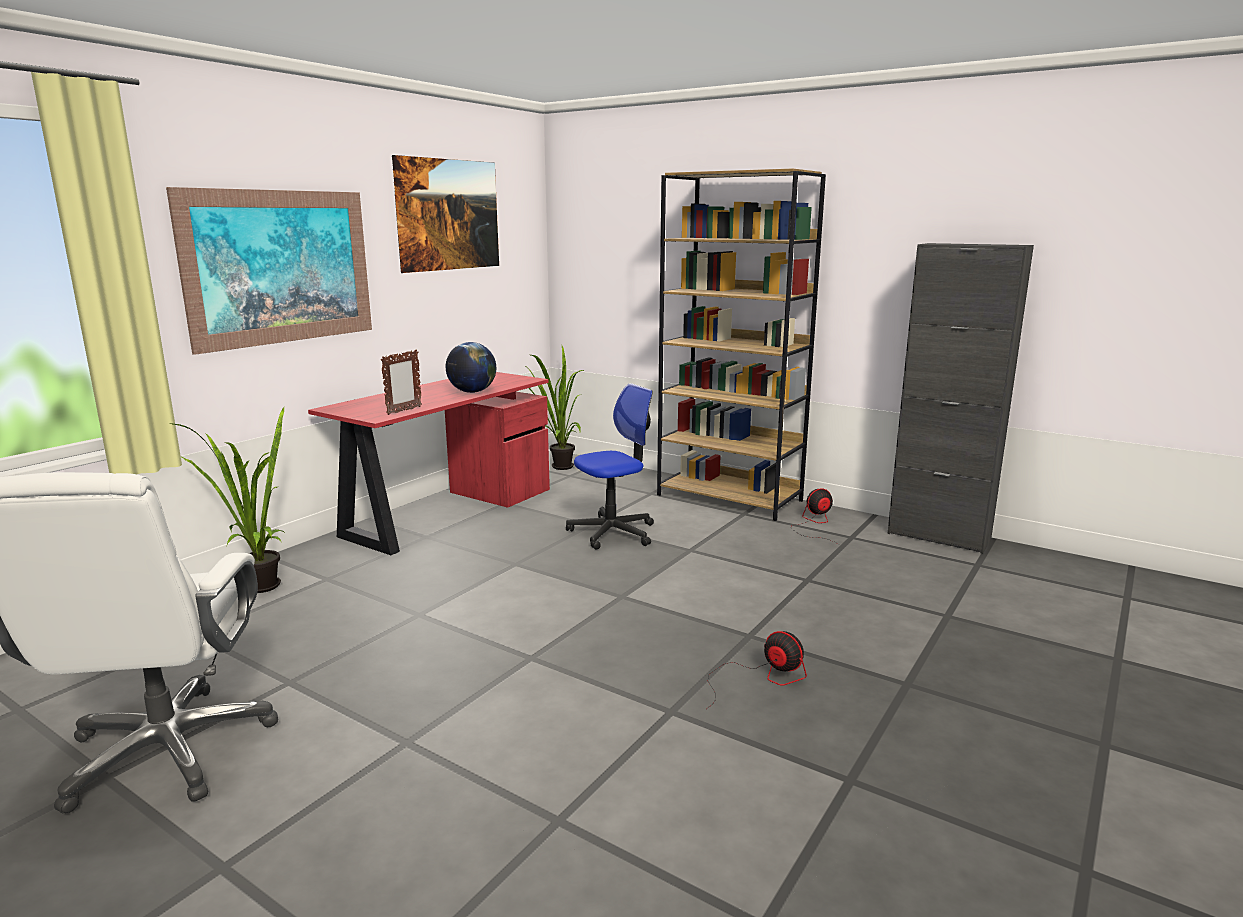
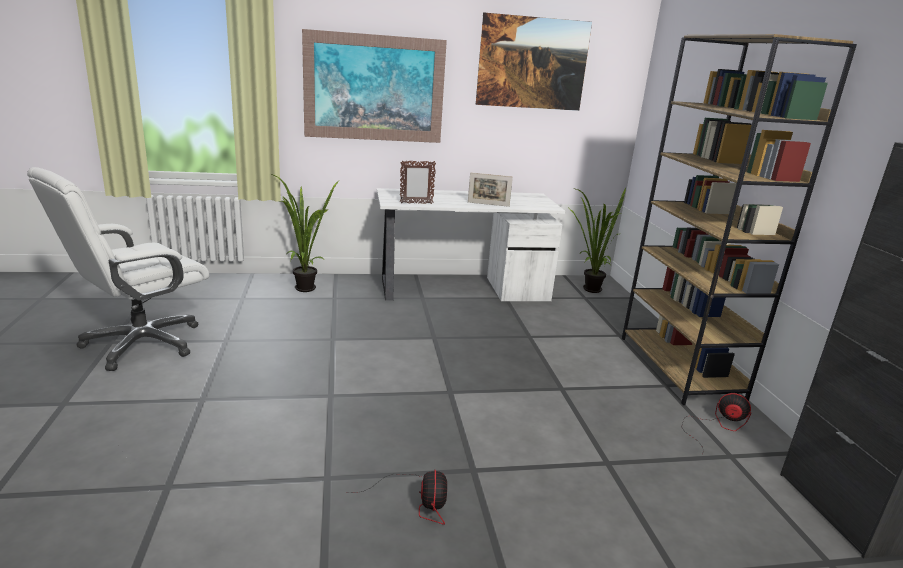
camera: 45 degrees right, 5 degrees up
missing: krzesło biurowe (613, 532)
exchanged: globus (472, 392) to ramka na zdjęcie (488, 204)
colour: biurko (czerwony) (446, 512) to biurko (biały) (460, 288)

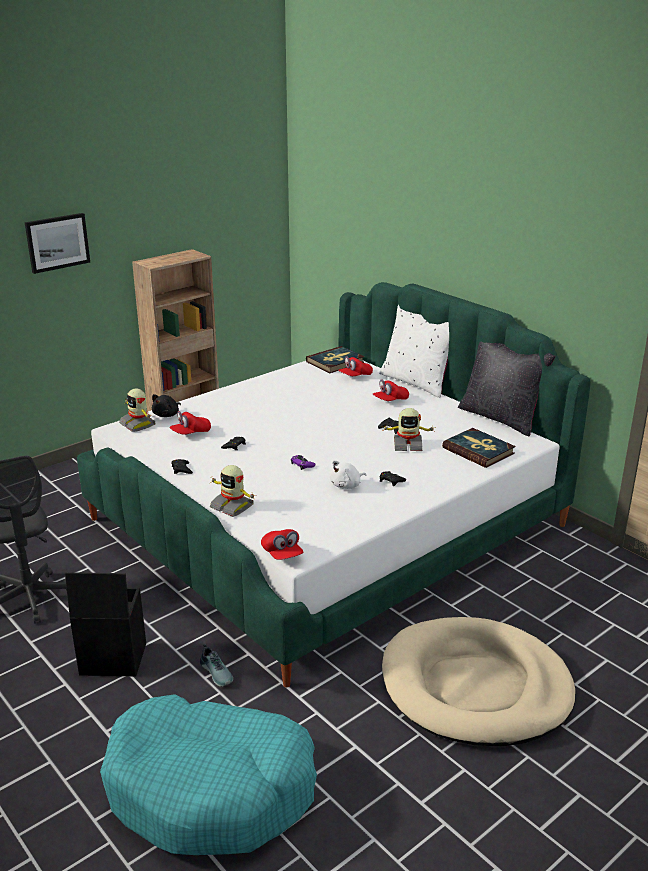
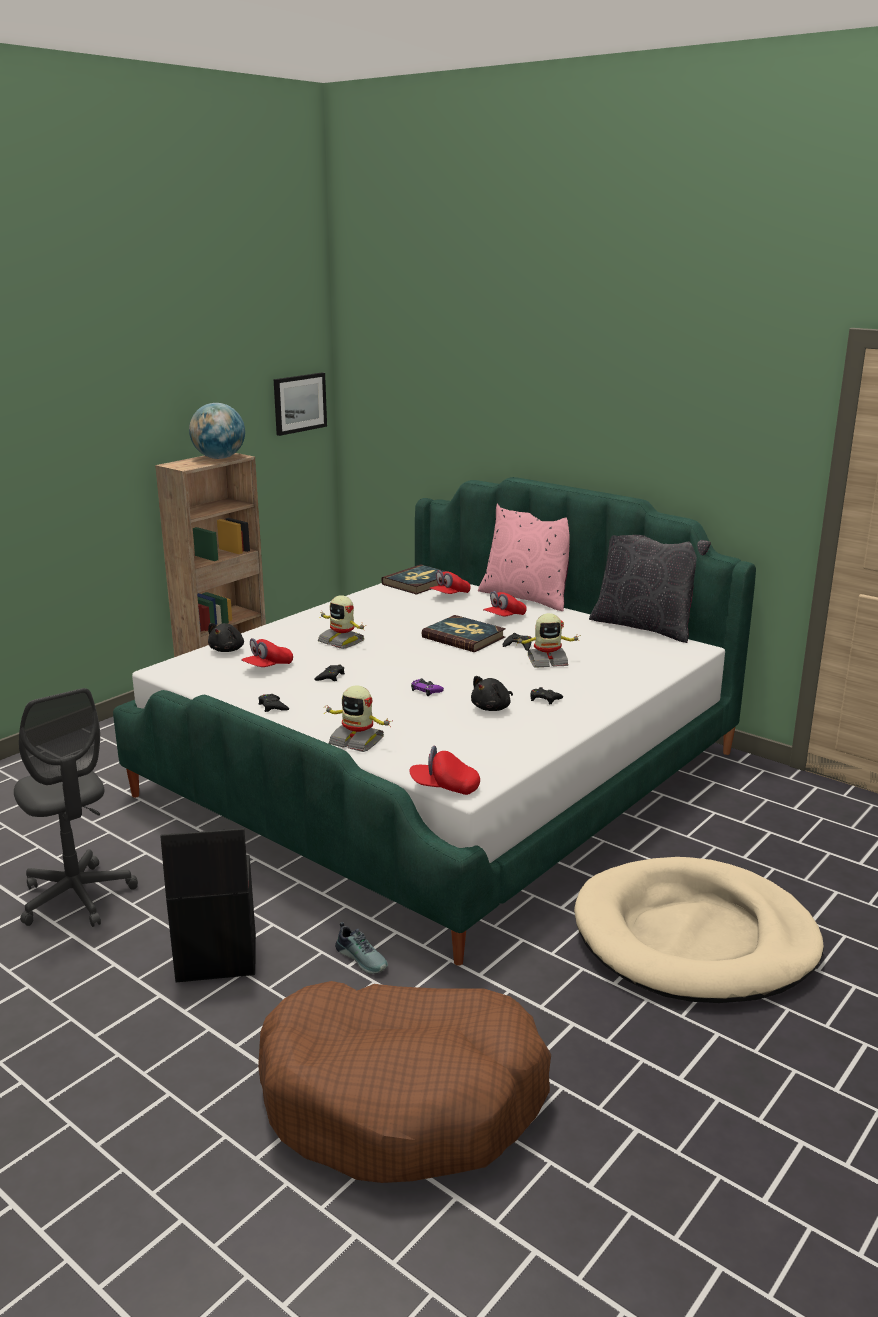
camera: 10 degrees left, 5 degrees down
appeared: globus (219, 458)
relocated: obraz (57, 242) to (299, 403); robot zabawkowy (138, 424) to (342, 641); książka (478, 450) to (464, 637)
colour: poduszka (biały) (417, 382) to poduszka (różowy) (527, 597); pluszak (biały) (347, 485) to pluszak (czarny) (492, 708); legowisko (turkusowy) (211, 789) to legowisko (brązowy) (403, 1099)
spun: czapka z daszkiem (czerwony) (282, 554) = (444, 787) 135 degrees clockwise

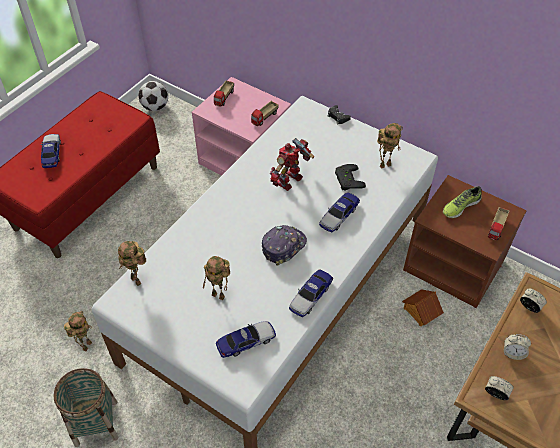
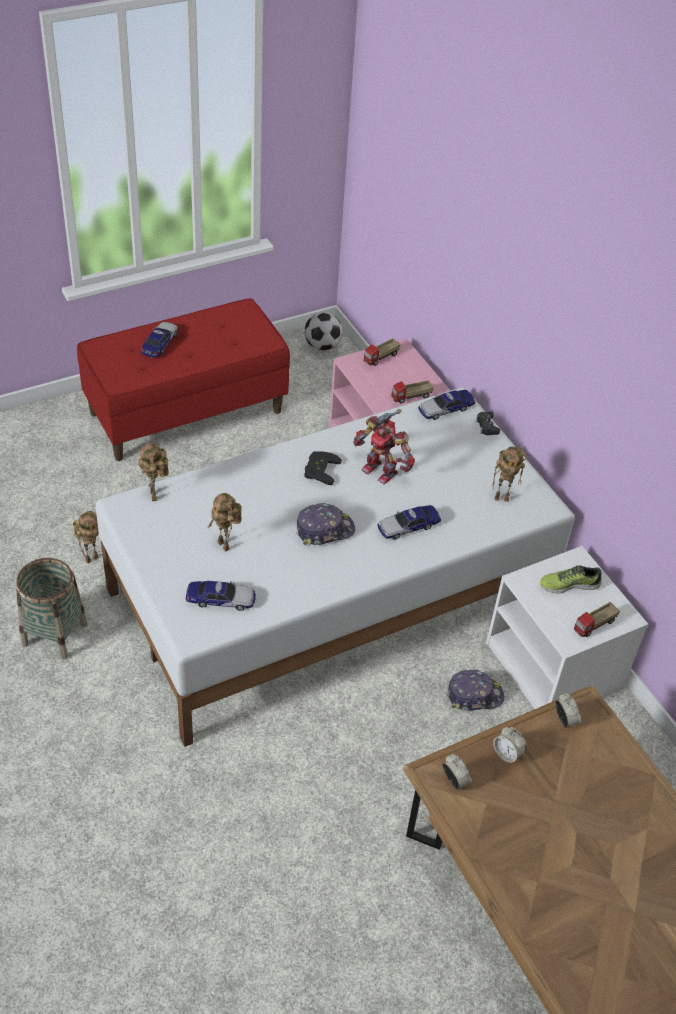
camera: 25 degrees right, 5 degrees down
relocated: pad do gier (czarny) (347, 179) to (319, 469); samochodzik (311, 296) to (446, 409)
exchanged: domek (420, 311) to czapka z daszkiem (474, 695)
colour: szafka nocna (brązowy) (455, 265) to szafka nocna (biały) (555, 667)
spun: robot zabawkowy (290, 181) = (381, 470) 120 degrees counterclockwise

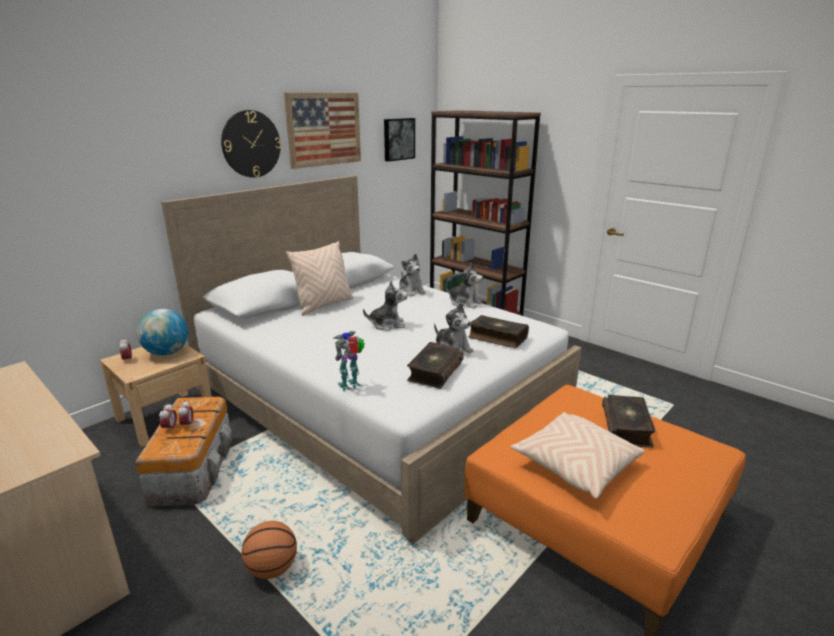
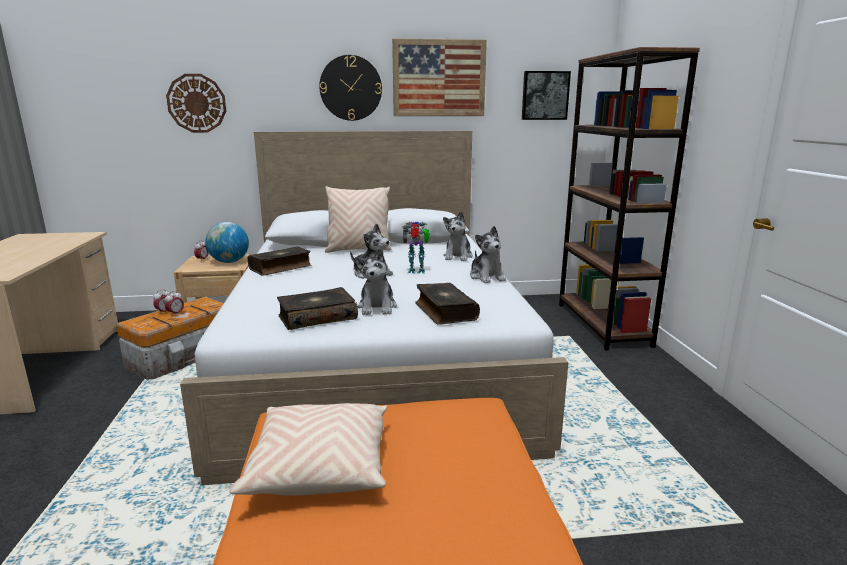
camera: 40 degrees right, 5 degrees down
missing: piłka do koszykówki (272, 568)
appeared: zegar ścienny (196, 103)
relocated: robot zabawkowy (351, 386) to (417, 272); książka (627, 427) to (281, 268)

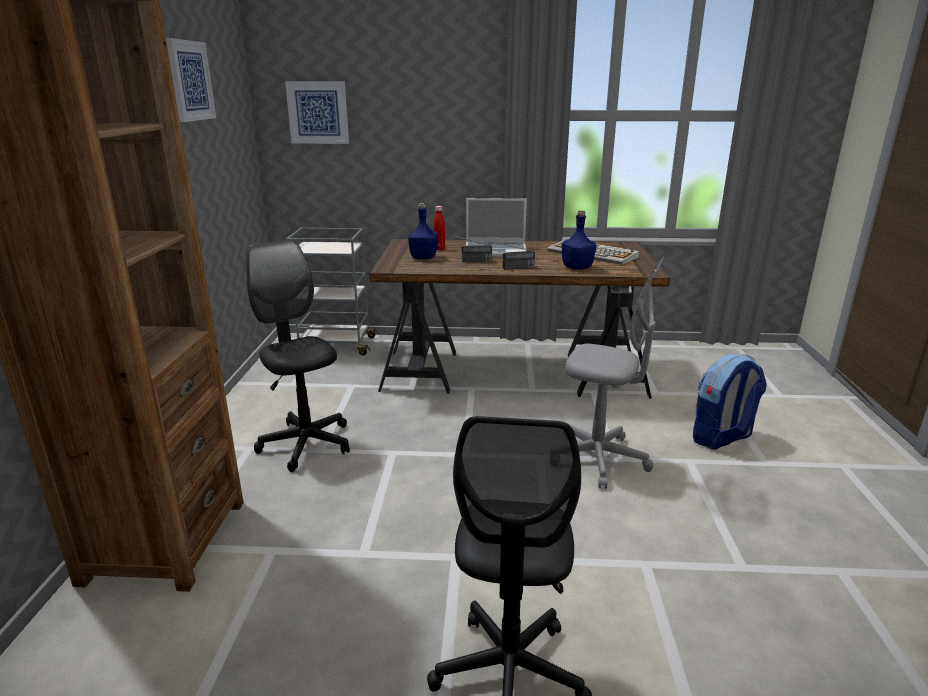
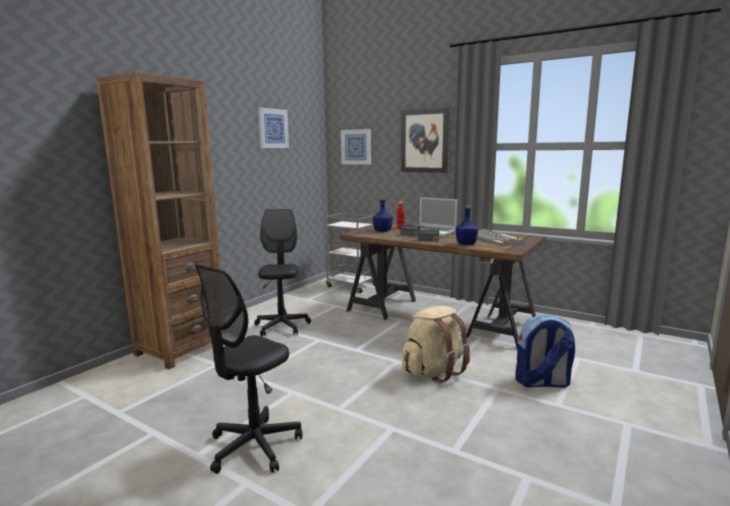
camera: 30 degrees right, 10 degrees down
appeared: obraz (424, 141)
exchanged: krzesło biurowe (szary) (598, 459) to plecak (beżowy) (434, 371)

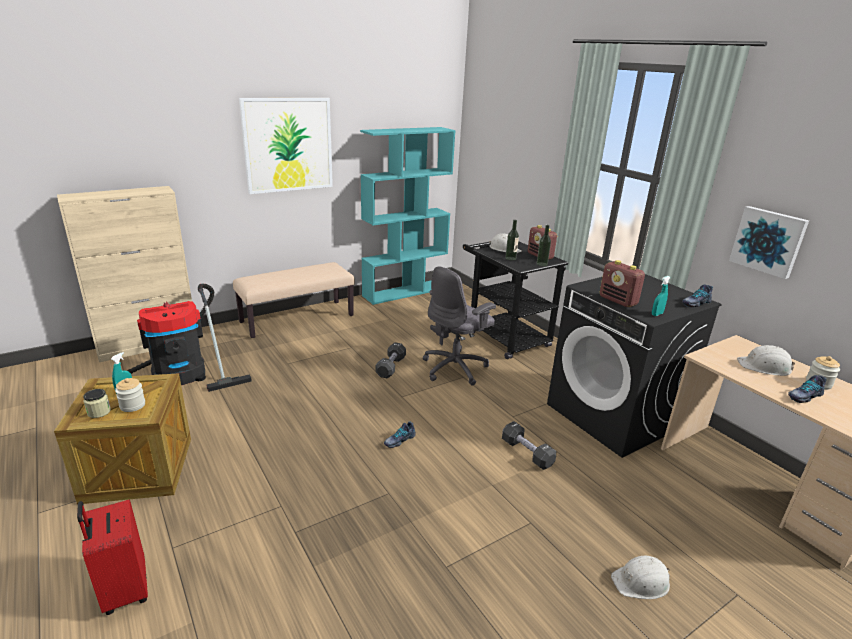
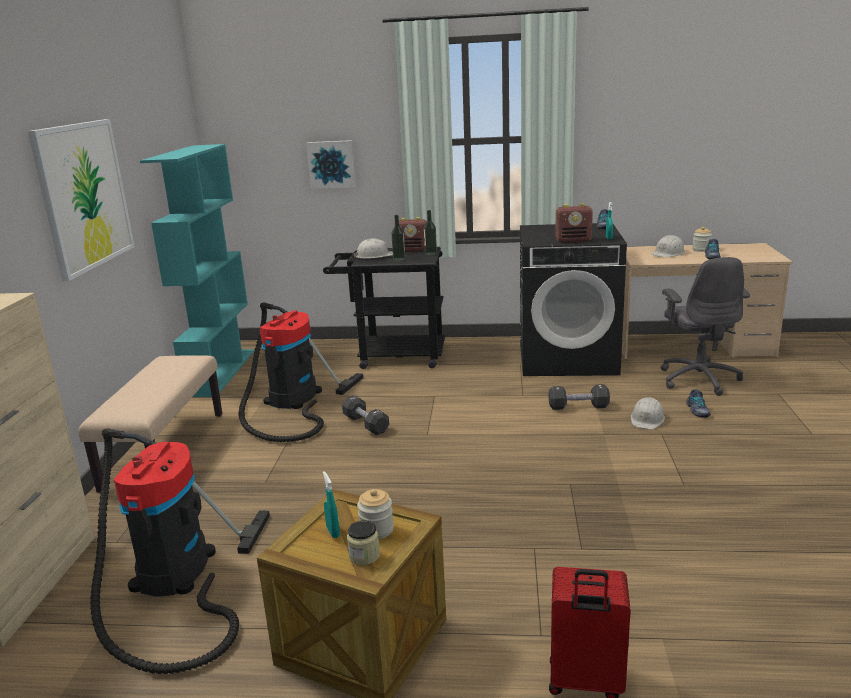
camera: 50 degrees left, 5 degrees down
appeared: odkurzacz (291, 401)
relocated: obraz (768, 241) to (331, 164); krzesło biurowe (szary) (455, 368) to (699, 379); but (399, 440) to (697, 410); kask (biały) (641, 582) to (647, 419)

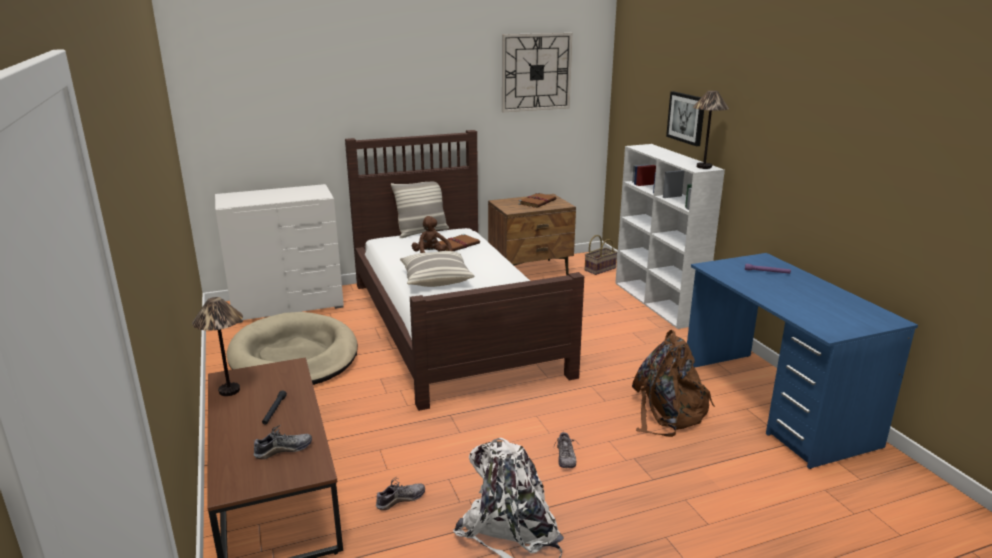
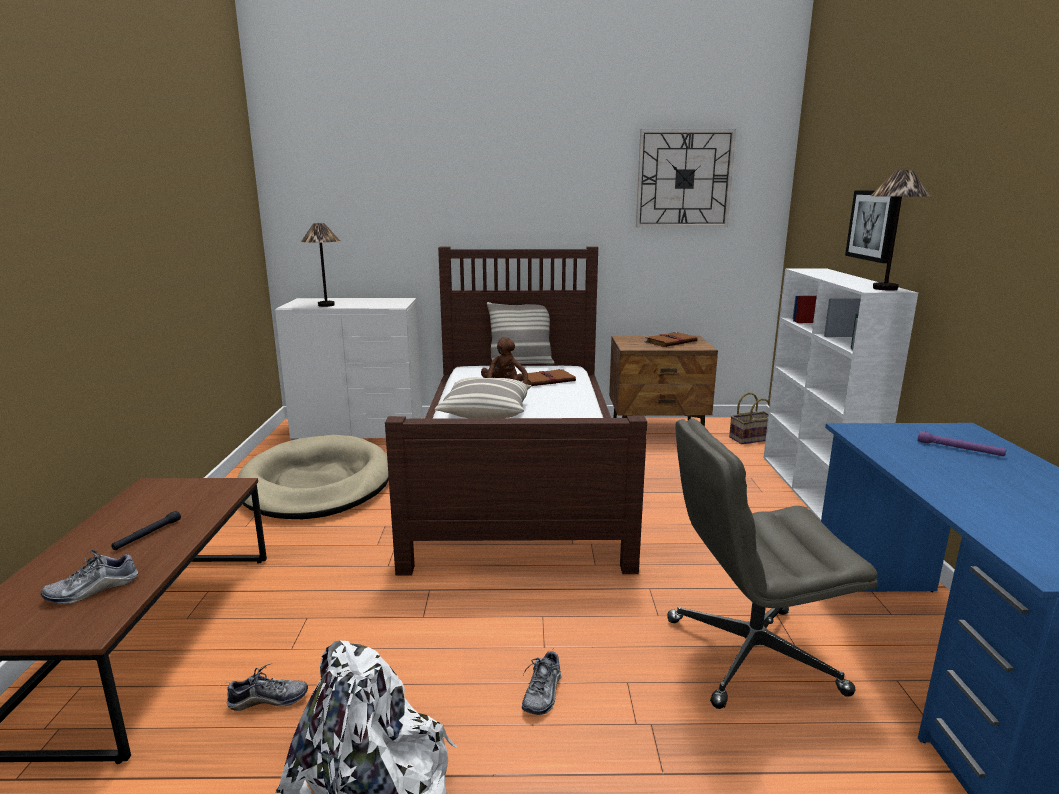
camera: 20 degrees right, 5 degrees down
relocated: lampa stołowa (230, 391) to (326, 305)
exchanged: plecak (brązowy) (668, 412) to krzesło biurowe (szary) (750, 656)
spun: but (283, 450) = (93, 589) 150 degrees clockwise

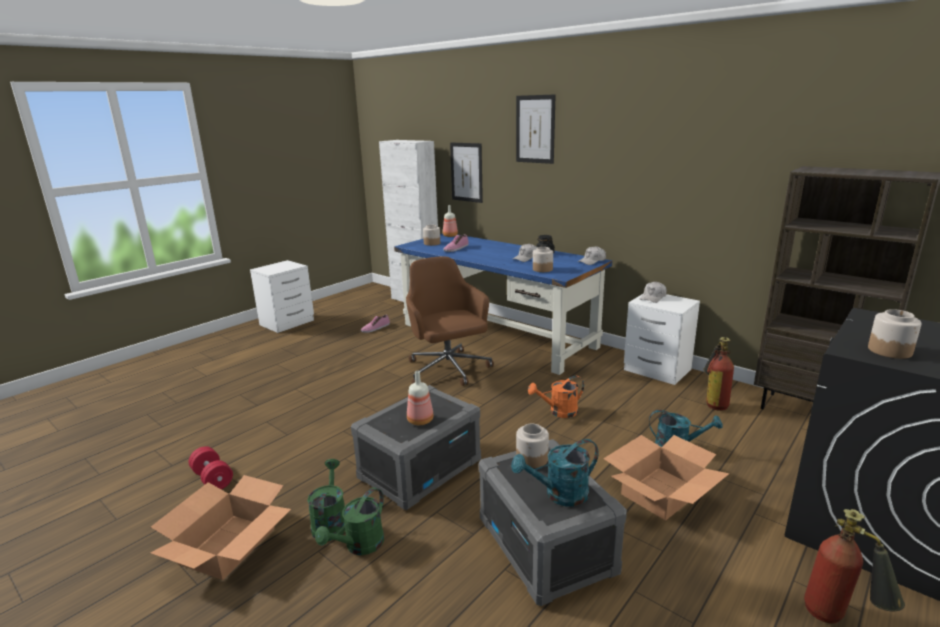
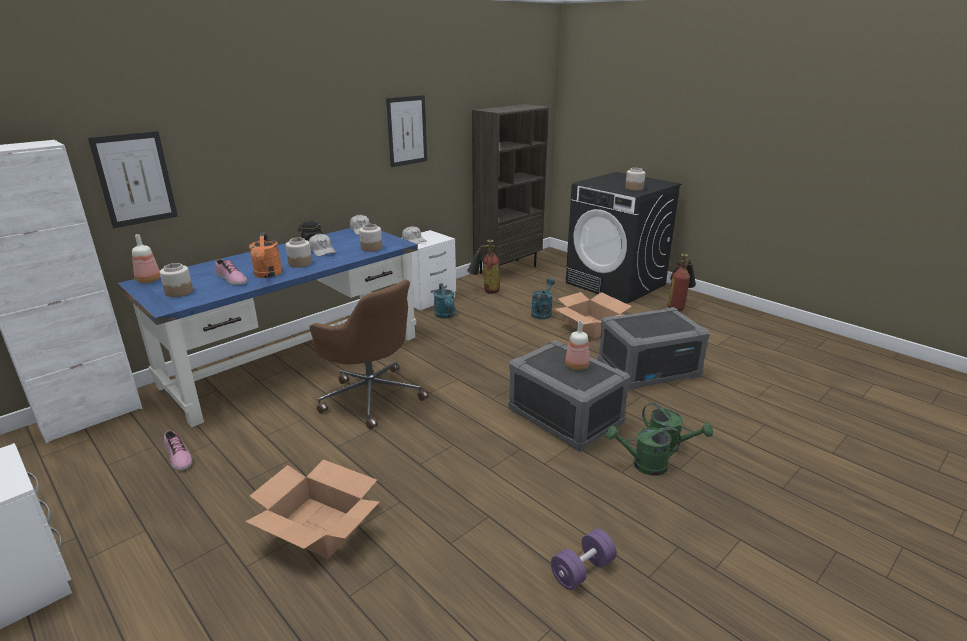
camera: 85 degrees left, 5 degrees up
relocated: obraz (535, 129) to (407, 131); konewka (pomarańczowy) (558, 412) to (268, 275); słoik (532, 458) to (300, 263); konewka (turkusowy) (559, 495) to (445, 315); karton (228, 546) to (318, 526)
colour: hantel (czerwony) (212, 479) to hantel (fioletowy) (582, 570)
spun: krzesło biurowe (brązowy) (448, 370) = (371, 396) 120 degrees counterclockwise

